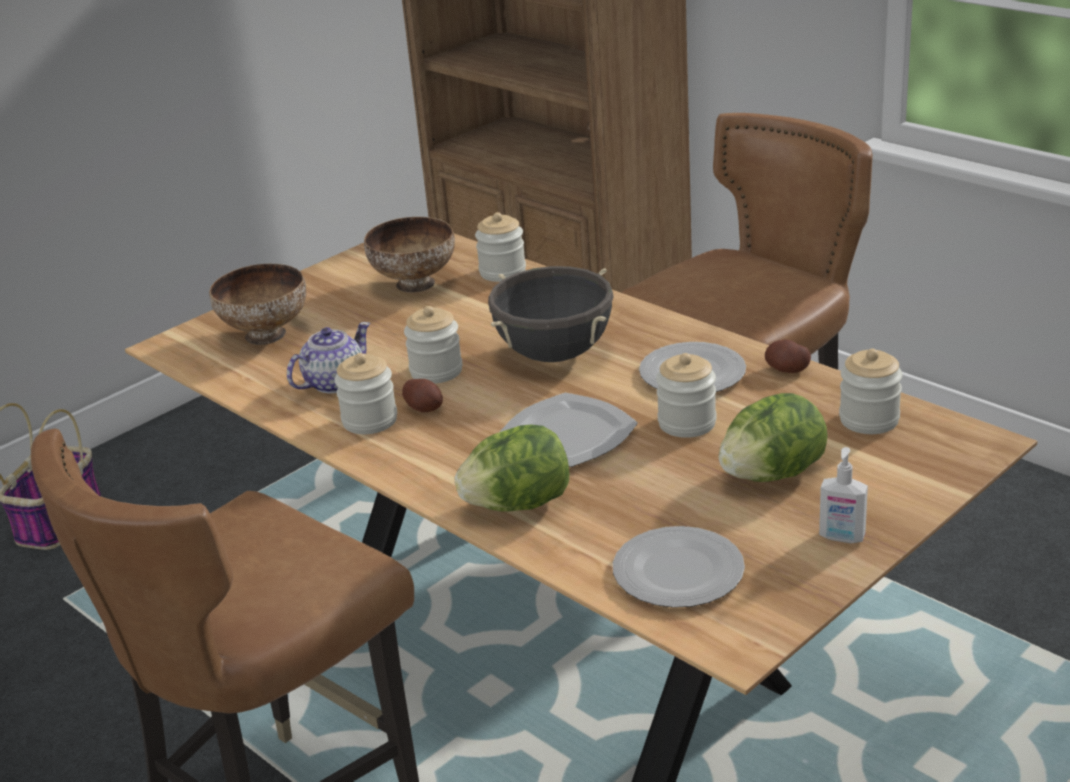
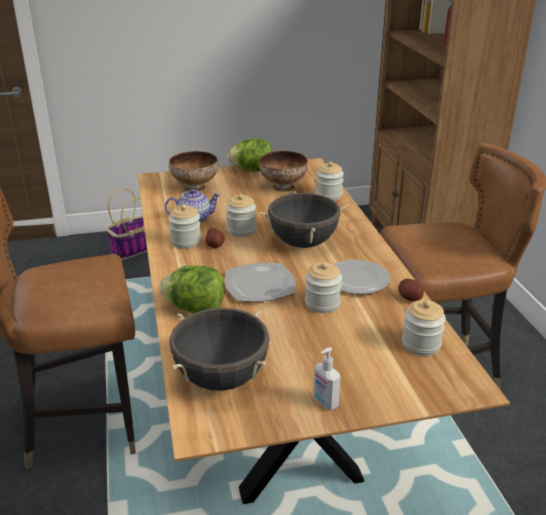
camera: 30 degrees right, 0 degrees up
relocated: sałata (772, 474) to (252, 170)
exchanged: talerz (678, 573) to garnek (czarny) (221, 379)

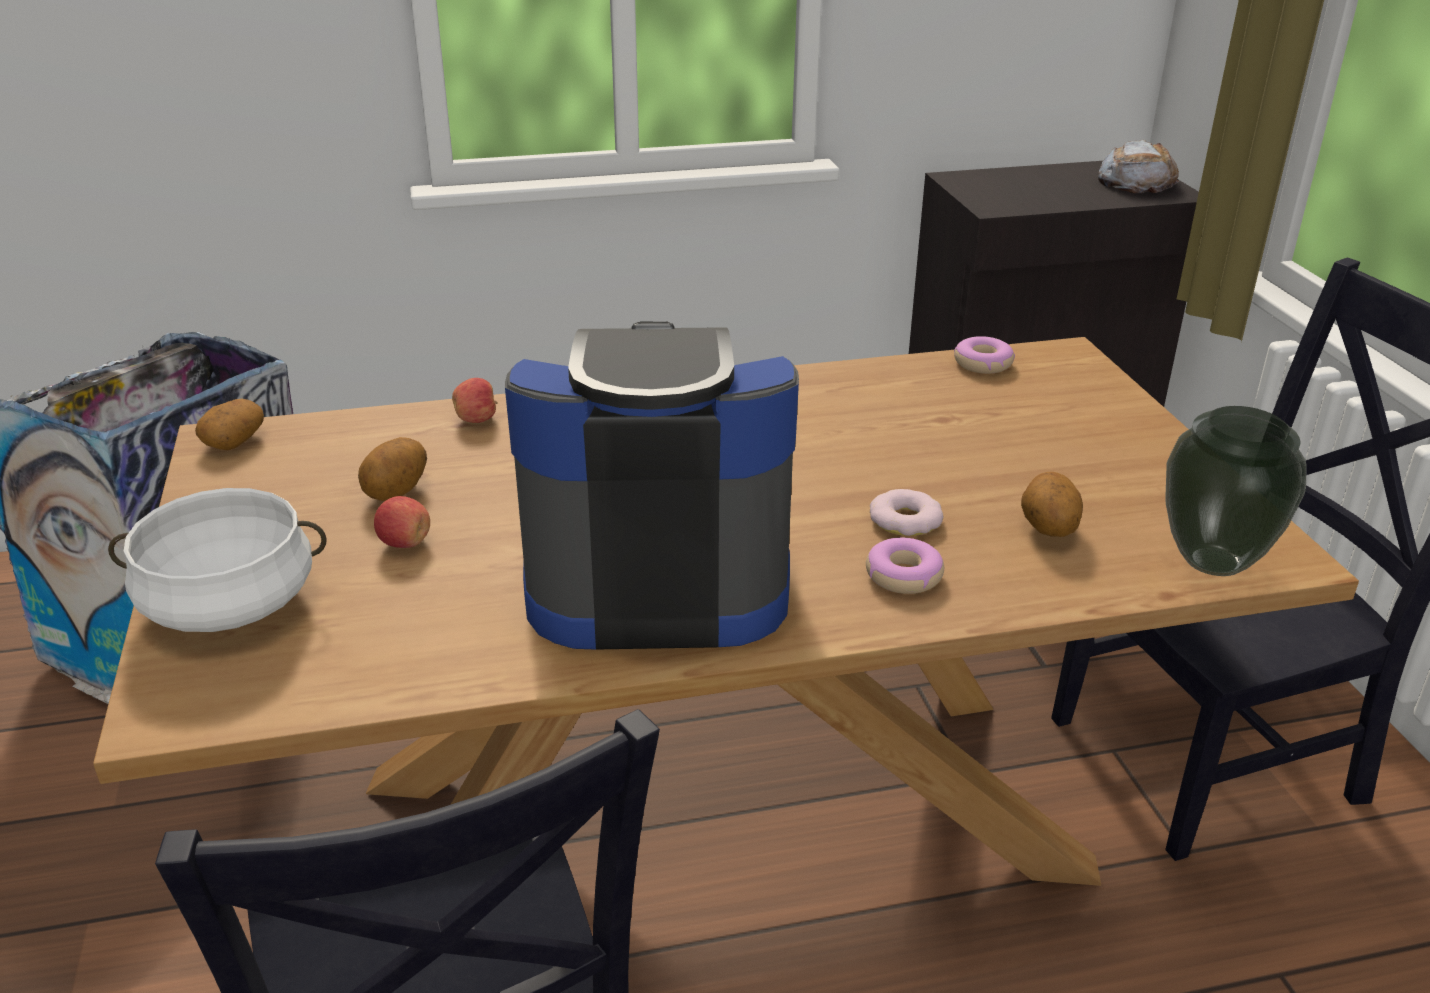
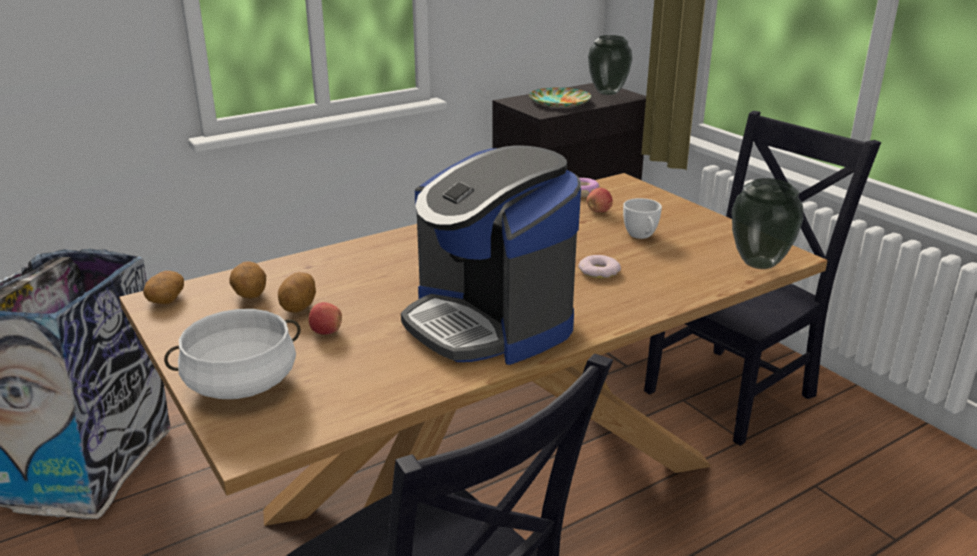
camera: 20 degrees left, 5 degrees down
missing: donut (904, 575)
appeared: talerz (559, 102); filiżanka (biały) (641, 236)
relocated: jabłko (477, 419) to (599, 211); ziemniak (1047, 530) to (250, 296)
exchanged: chleb (1136, 181) to wazon (607, 93)
spun: ekspres do kawy (656, 580) = (489, 322) 105 degrees counterclockwise

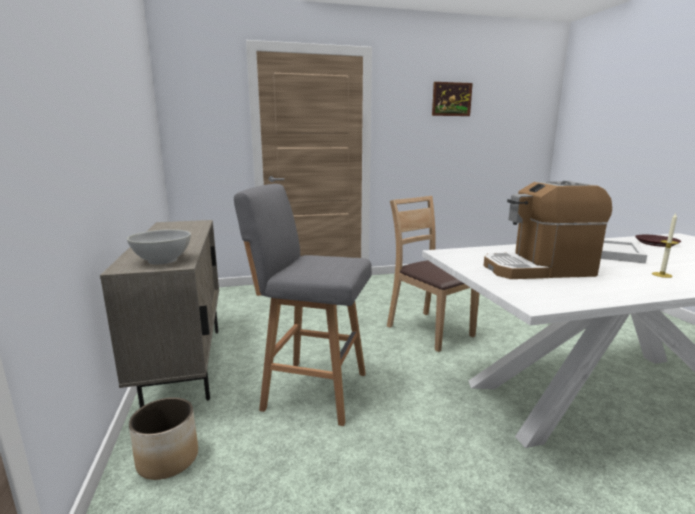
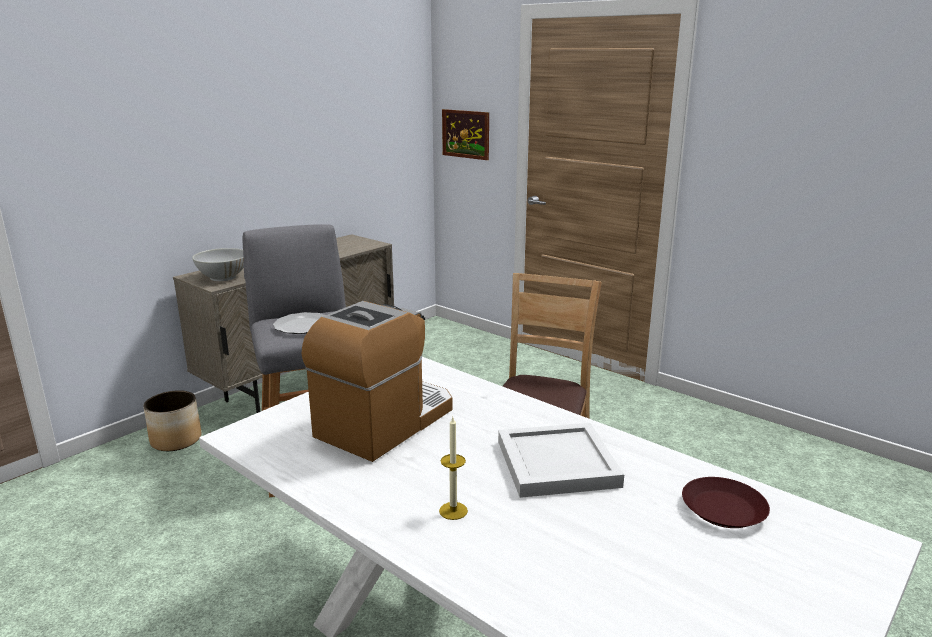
camera: 55 degrees right, 5 degrees up
appeared: talerz (302, 325)
relocated: obraz (451, 99) to (465, 134)
spun: ekspres do kawy (538, 269) = (385, 422) 75 degrees clockwise

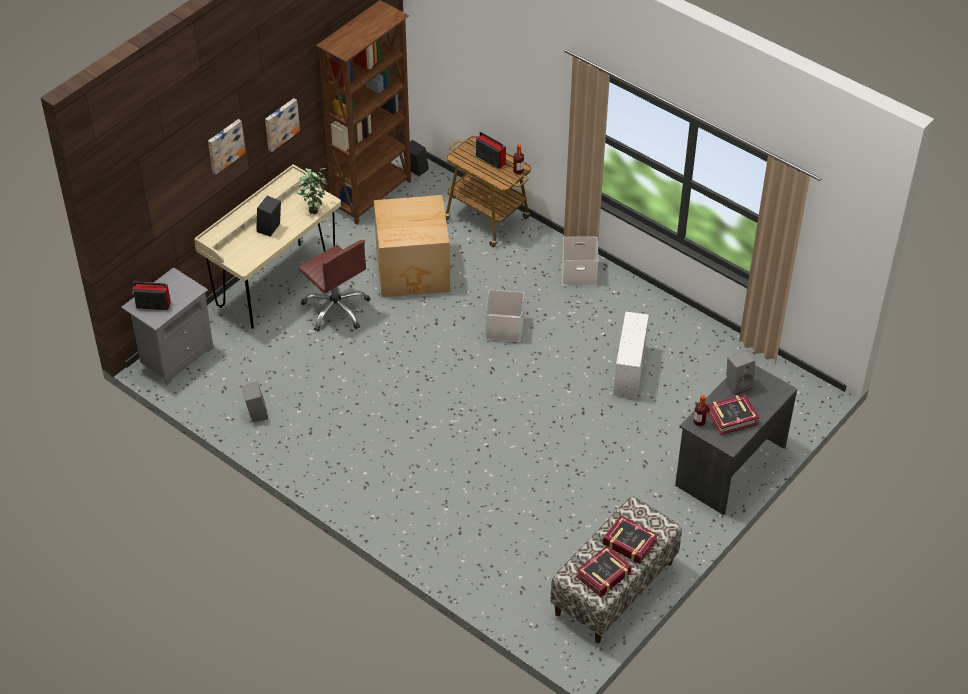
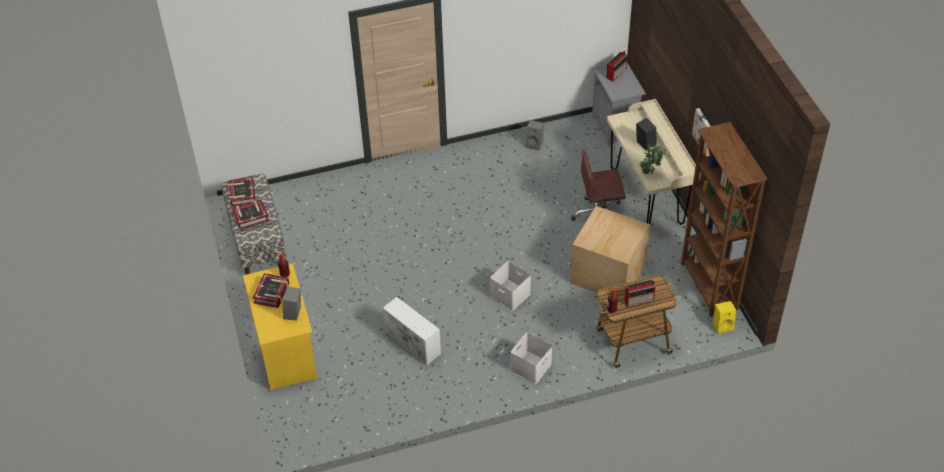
camera: 125 degrees right, 0 degrees up
missing: obraz (225, 145)
colour: głośnik (czarny) (415, 170) to głośnik (żółty) (722, 325); biurko (szary) (729, 465) to biurko (żółty) (286, 348)

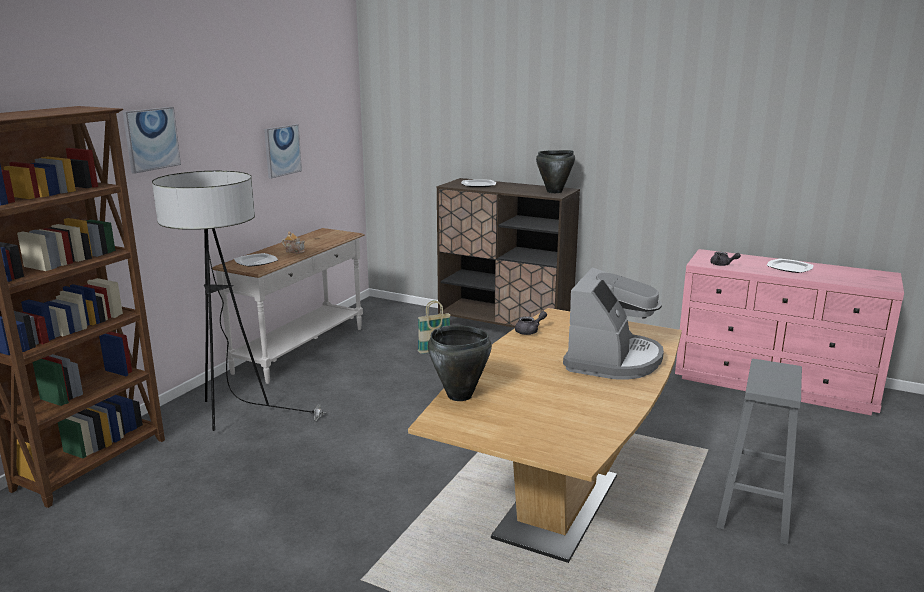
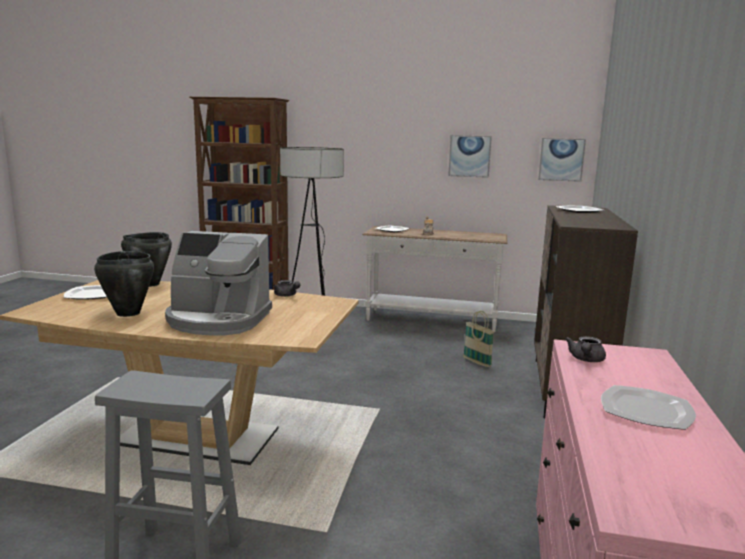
camera: 75 degrees right, 5 degrees down
appeared: talerz (92, 294)
relocated: obraz (151, 139) to (561, 159); garnek (czarny) (554, 192) to (127, 313)

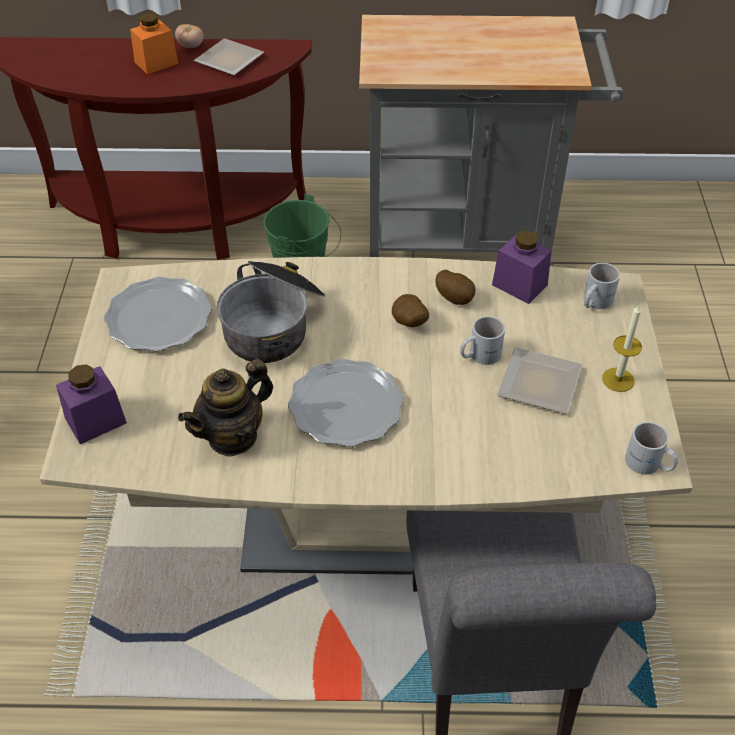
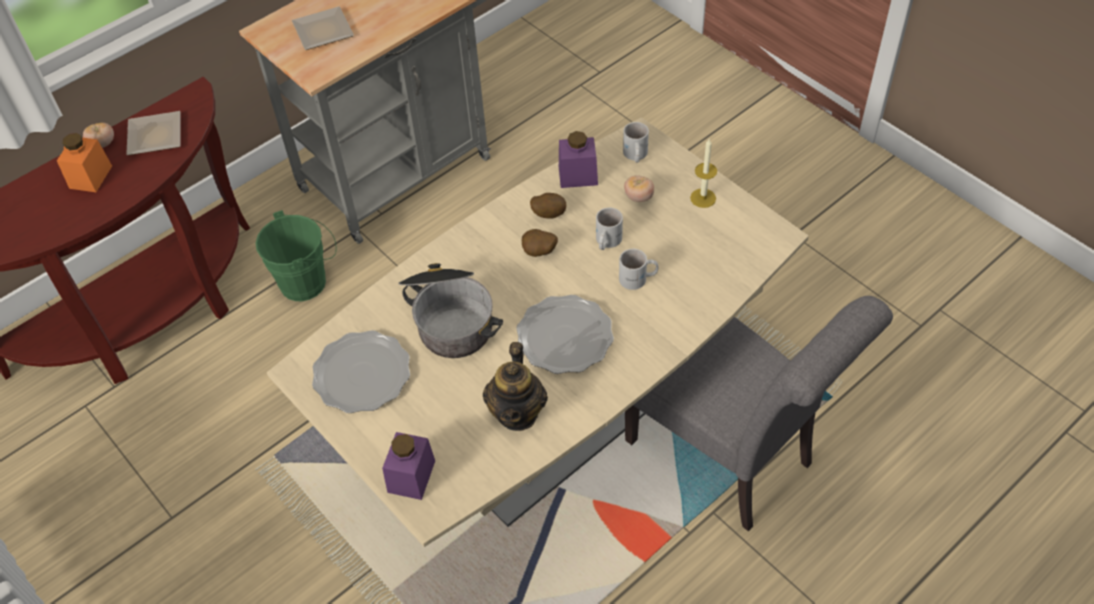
camera: 40 degrees left, 5 degrees up
appeared: pomidor (639, 197)
relocated: talerz (536, 385) to (322, 33); kubek (biały) (648, 465) to (638, 279)

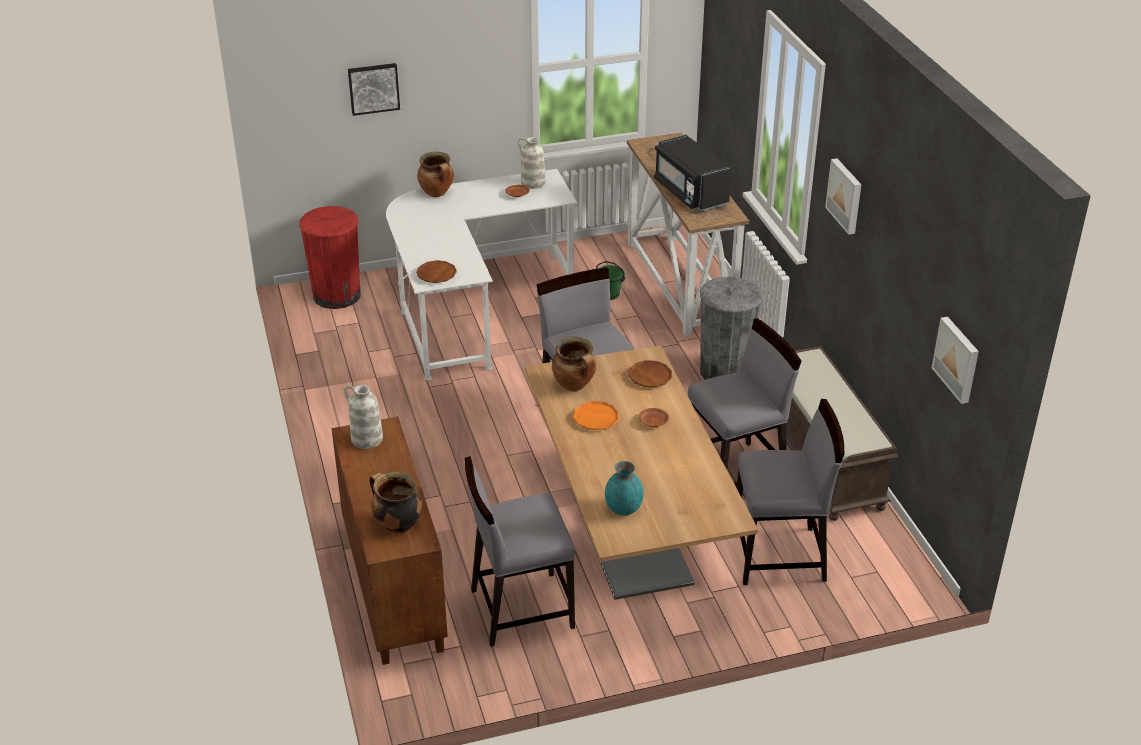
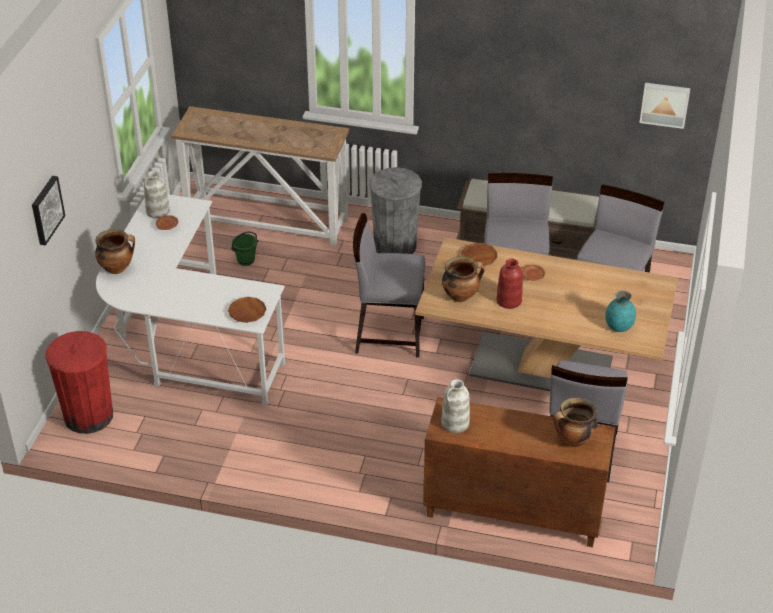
camera: 60 degrees left, 5 degrees up
missing: mikrofalówka (czarny) (690, 192); obraz (846, 195)
exchanged: talerz (pomarańczowy) (595, 418) to wazon (czerwony) (509, 301)

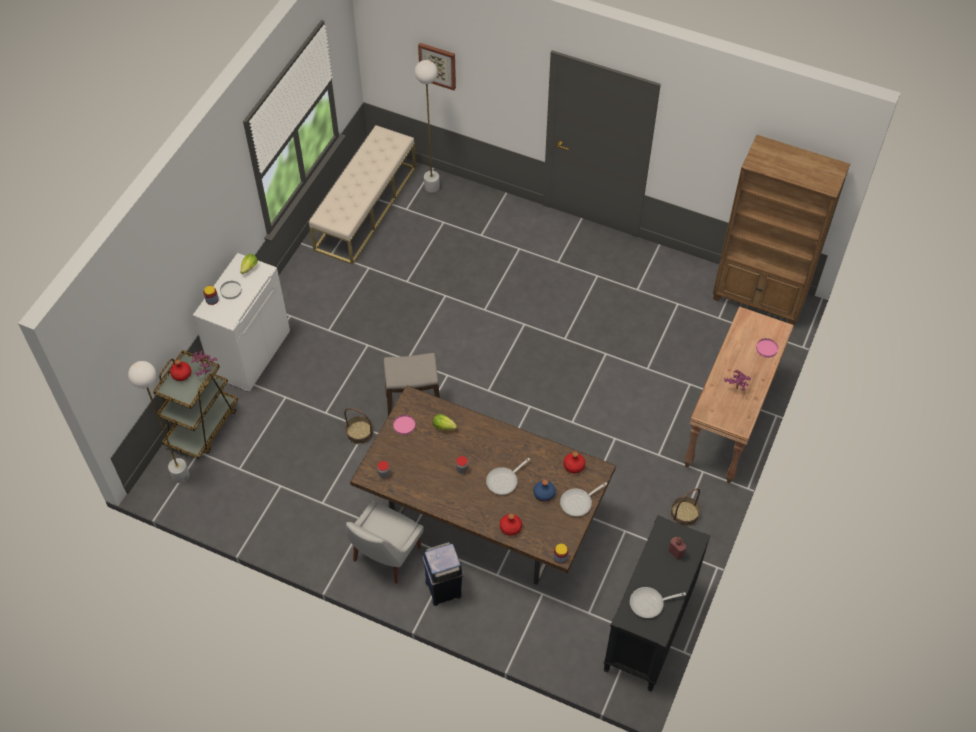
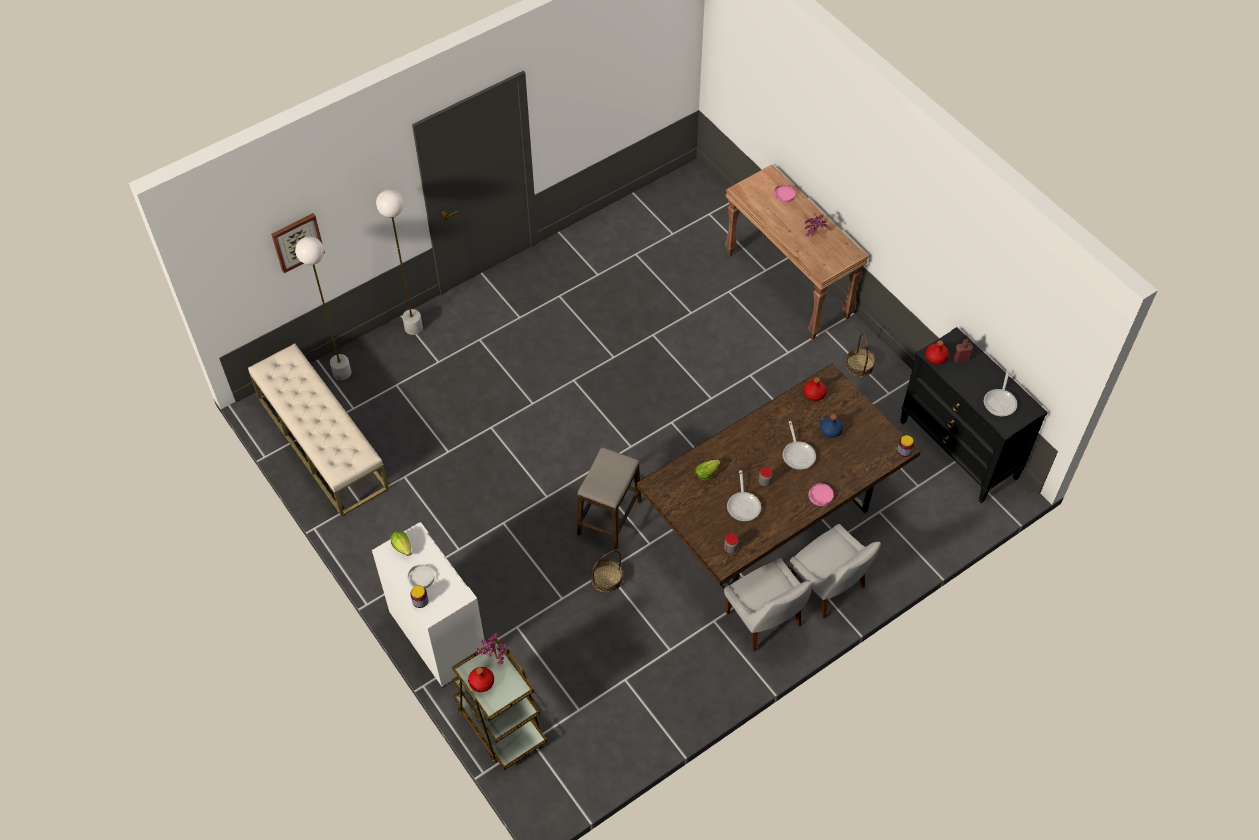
camera: 60 degrees left, 0 degrees up
missing: regał (brązowy) (759, 299)
relocated: lampa stojąca (biały) (180, 475) to (413, 328); talerz (różowy) (404, 425) to (821, 495); patelnia (578, 502) to (743, 505); butelka (czerwony) (510, 527) to (935, 357)
exchanged: kosz na śmieci (niebieski) (444, 588) to krzesło (biały) (829, 588)

